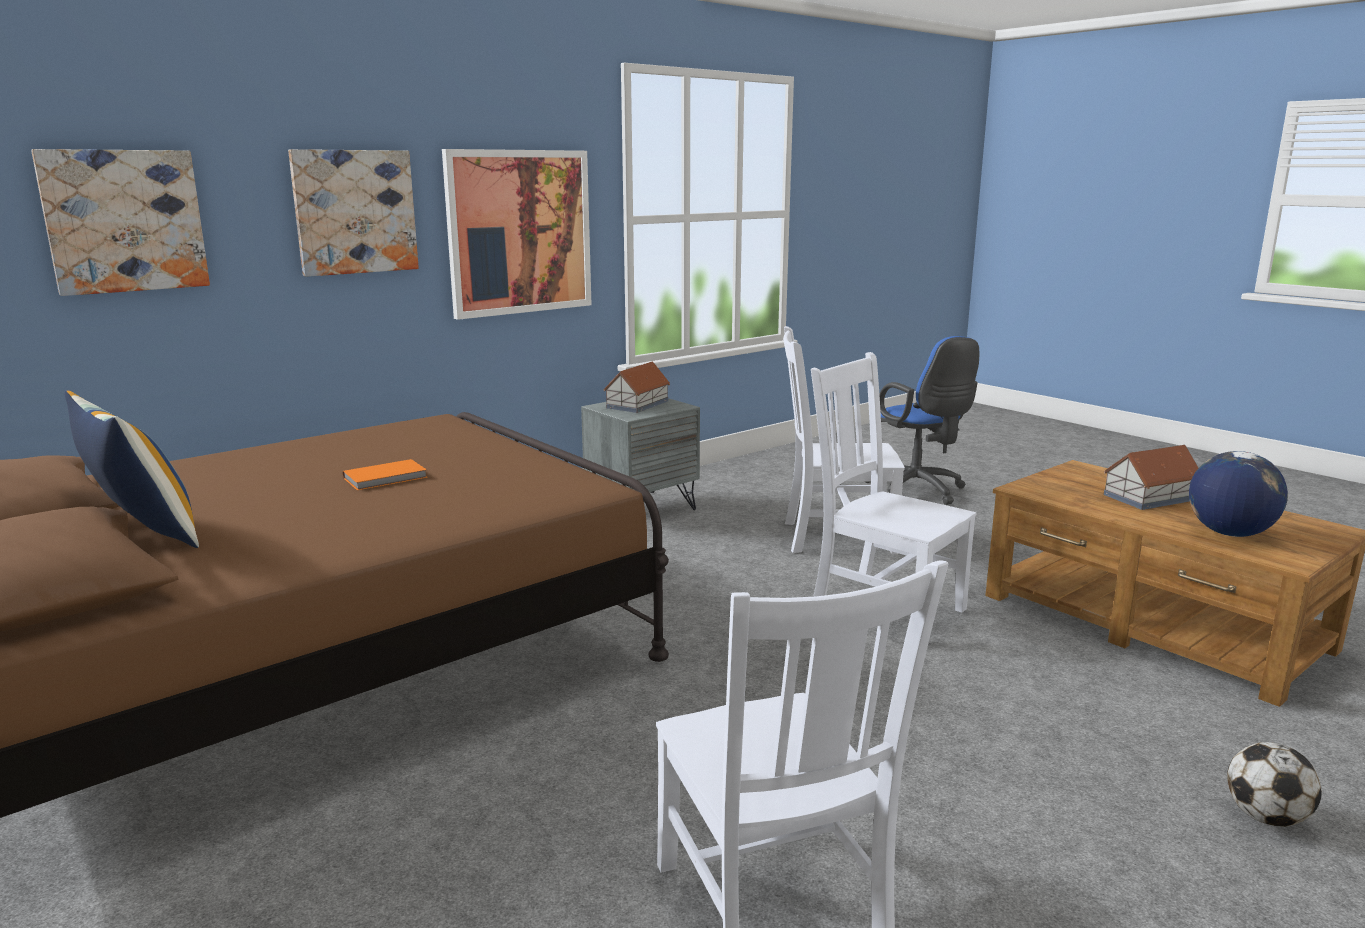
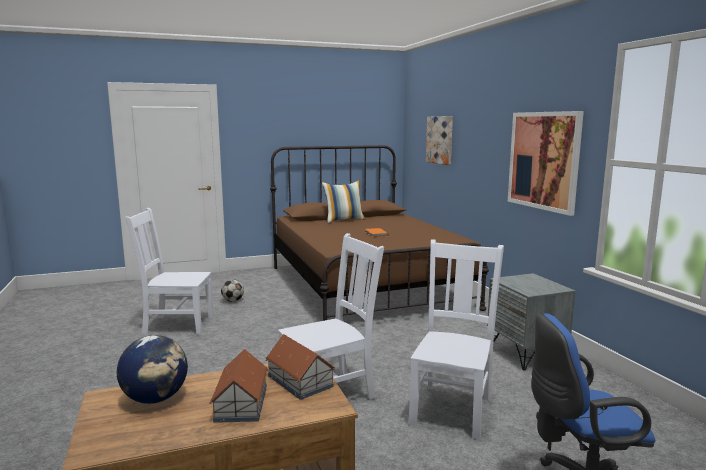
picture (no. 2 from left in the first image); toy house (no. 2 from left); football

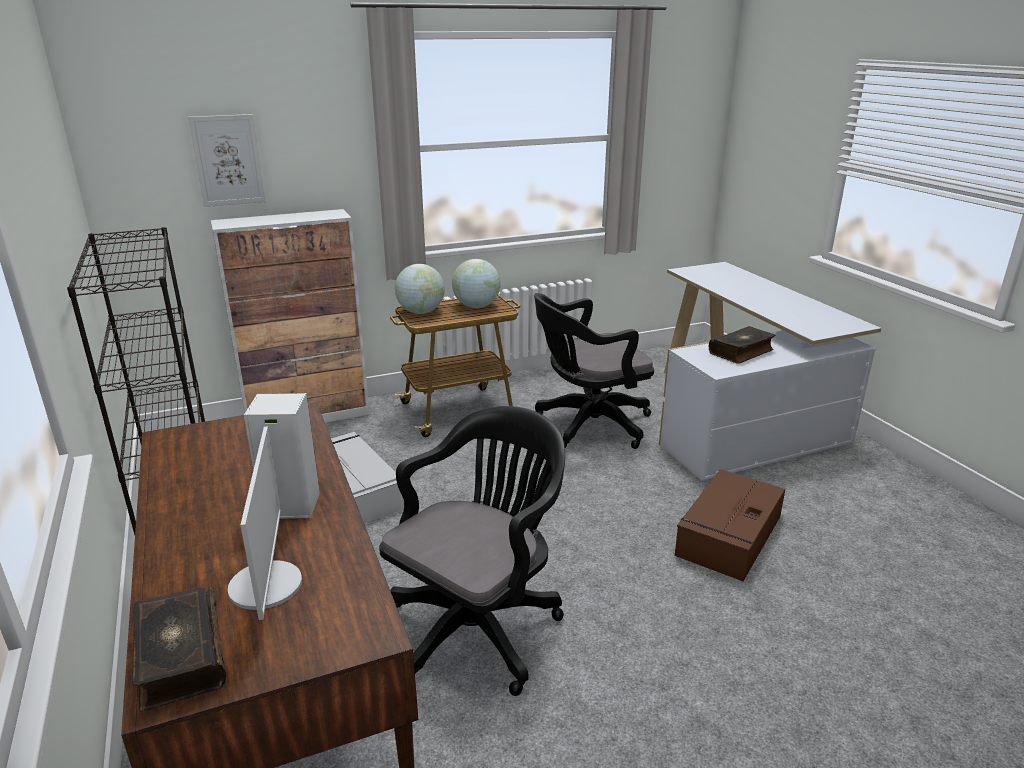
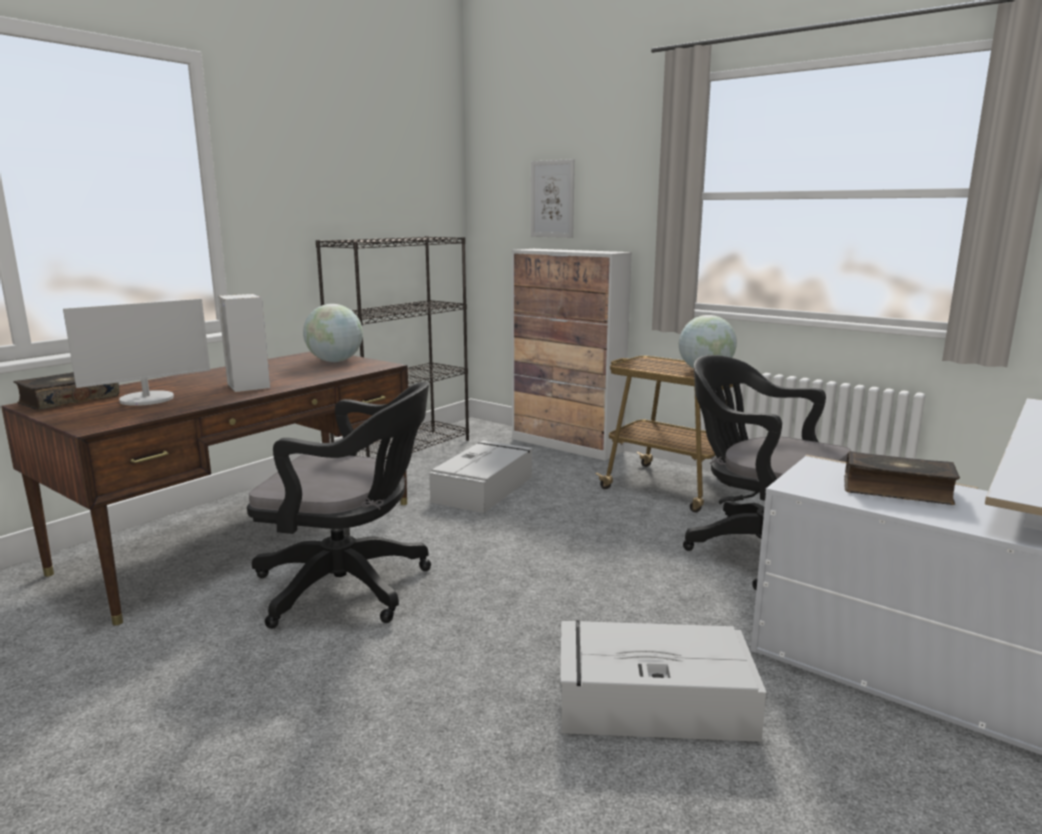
desk globe (no. 1 from left); storage box/gray (no. 2 from left)

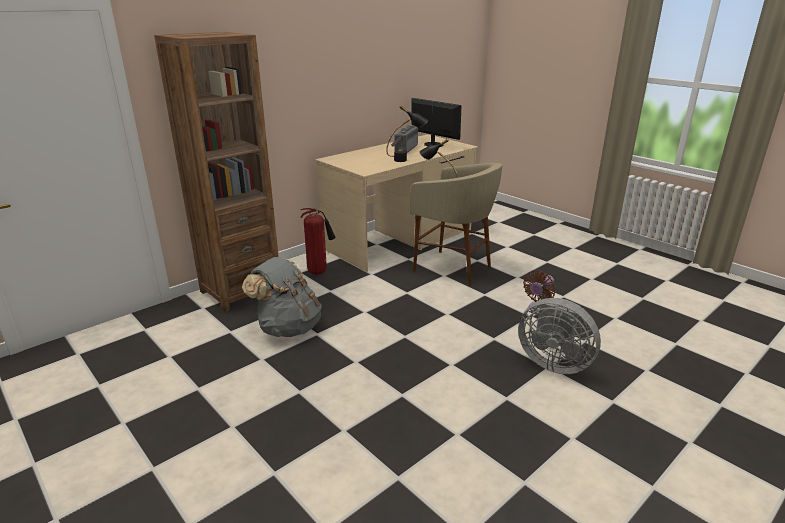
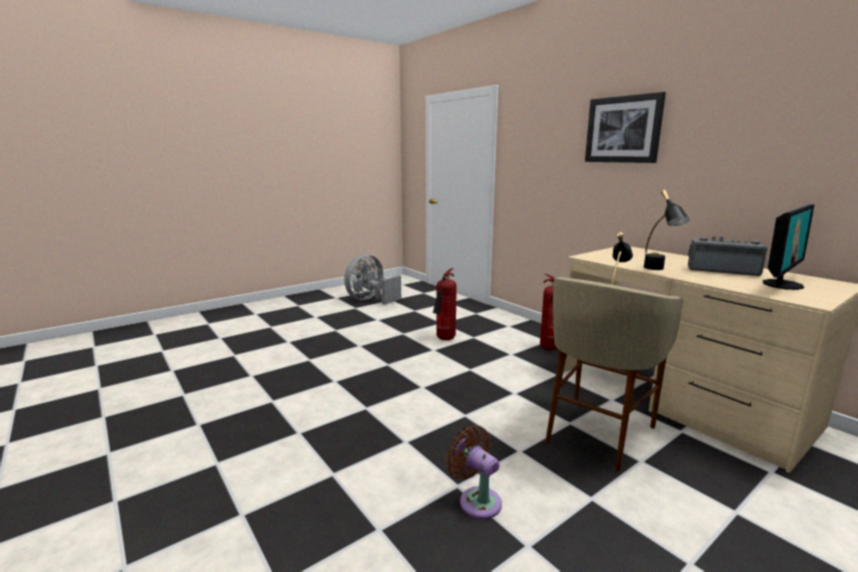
bookshelf/brownish; picture; electric fan/gray; fire-fighting cylinder (no. 1 from left)

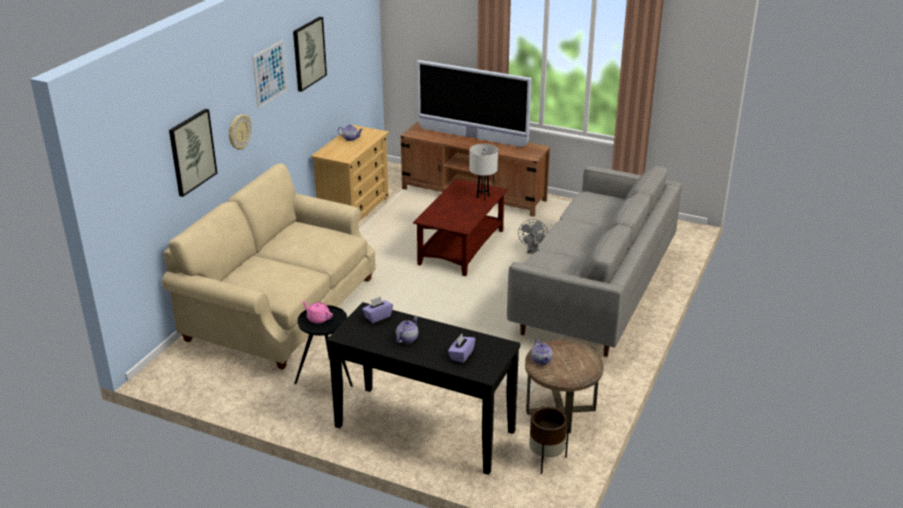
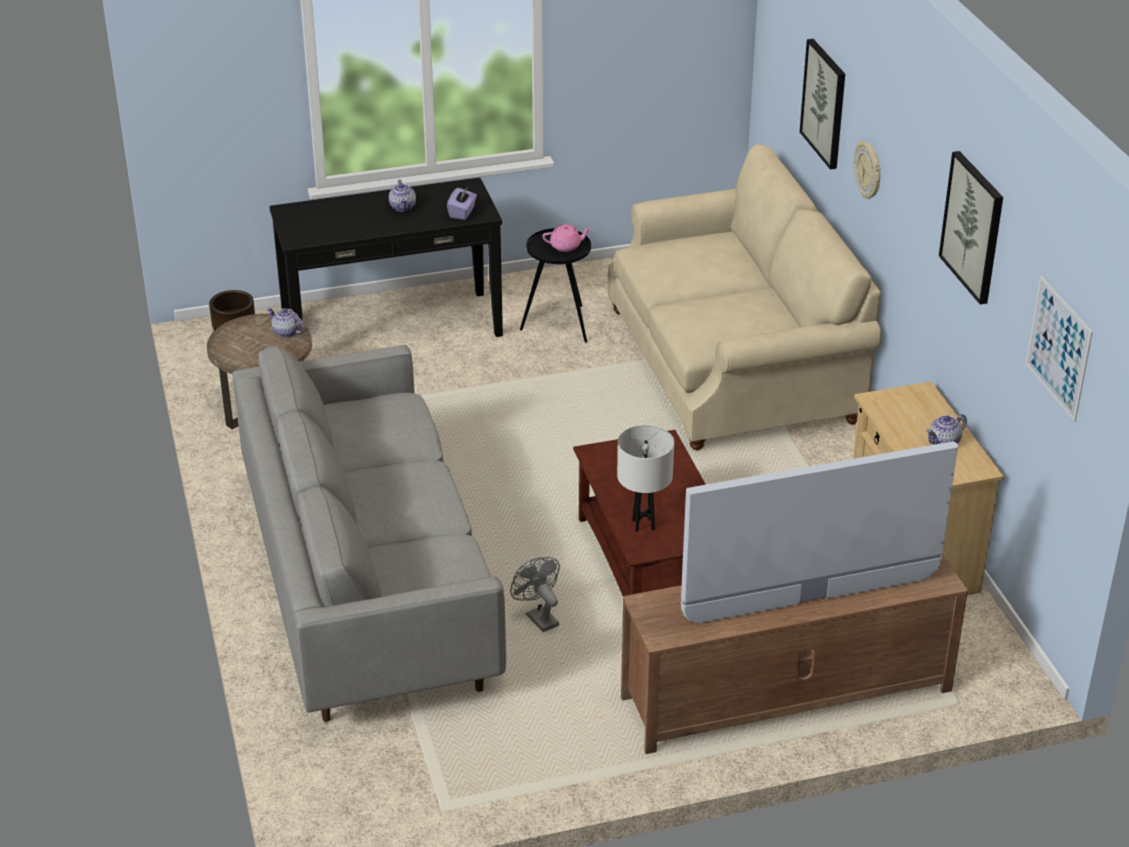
tissue holder/purple-coloured (no. 2 from left in the first image); picture (no. 3 from left)

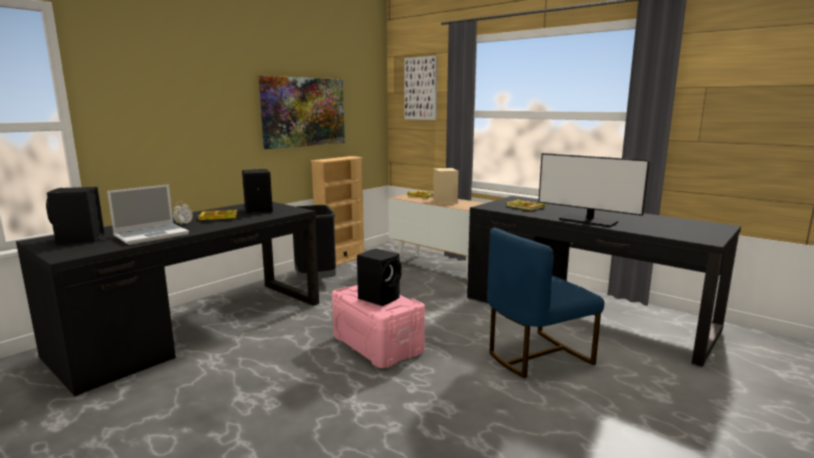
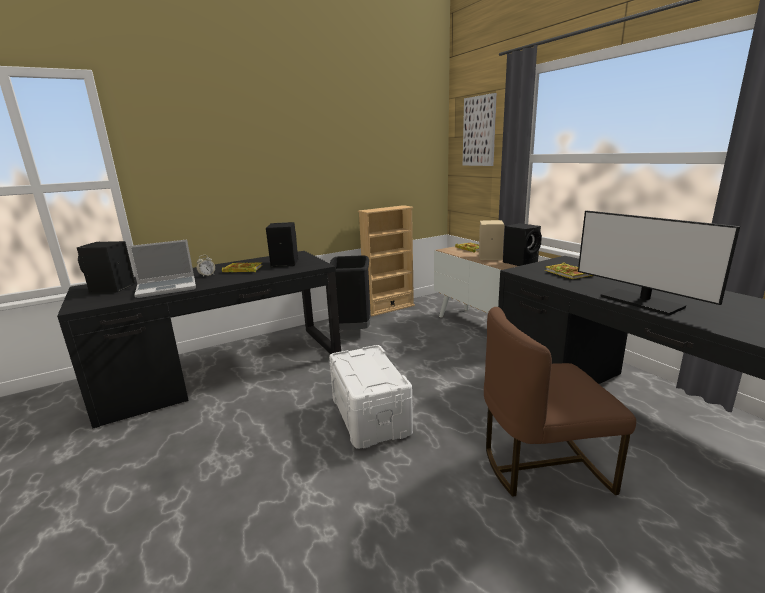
picture (no. 1 from left in the first image); loudspeaker/black (no. 3 from left); storage box/white-coloured; plain chair/brownish

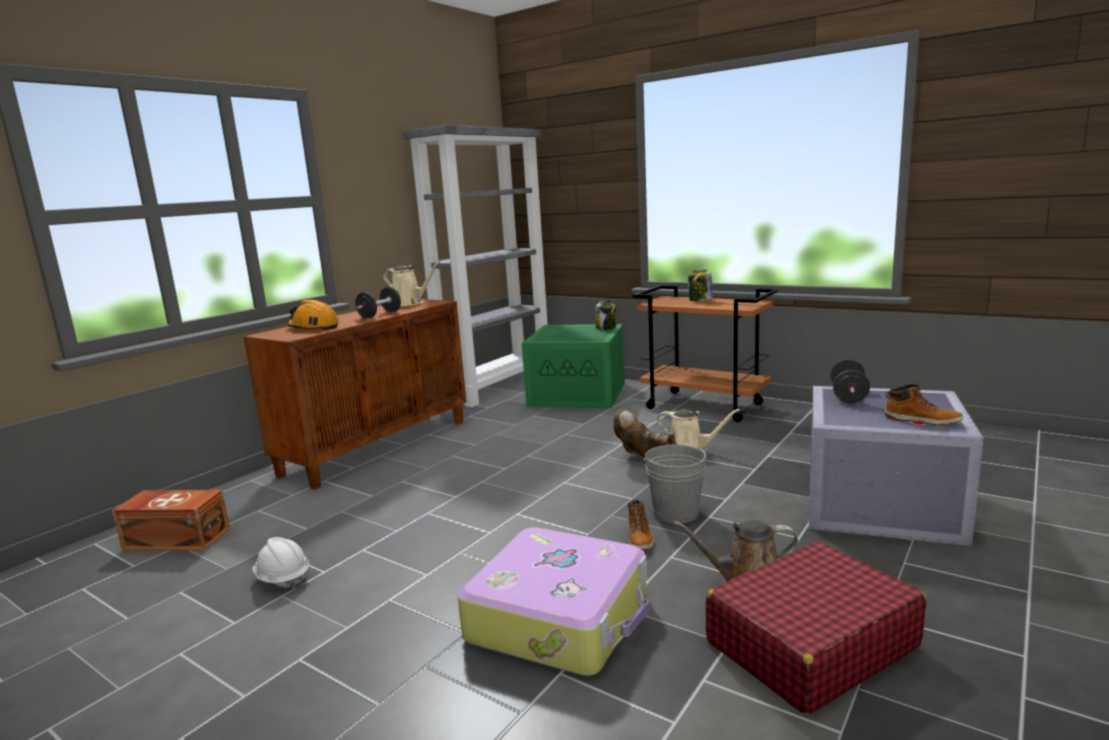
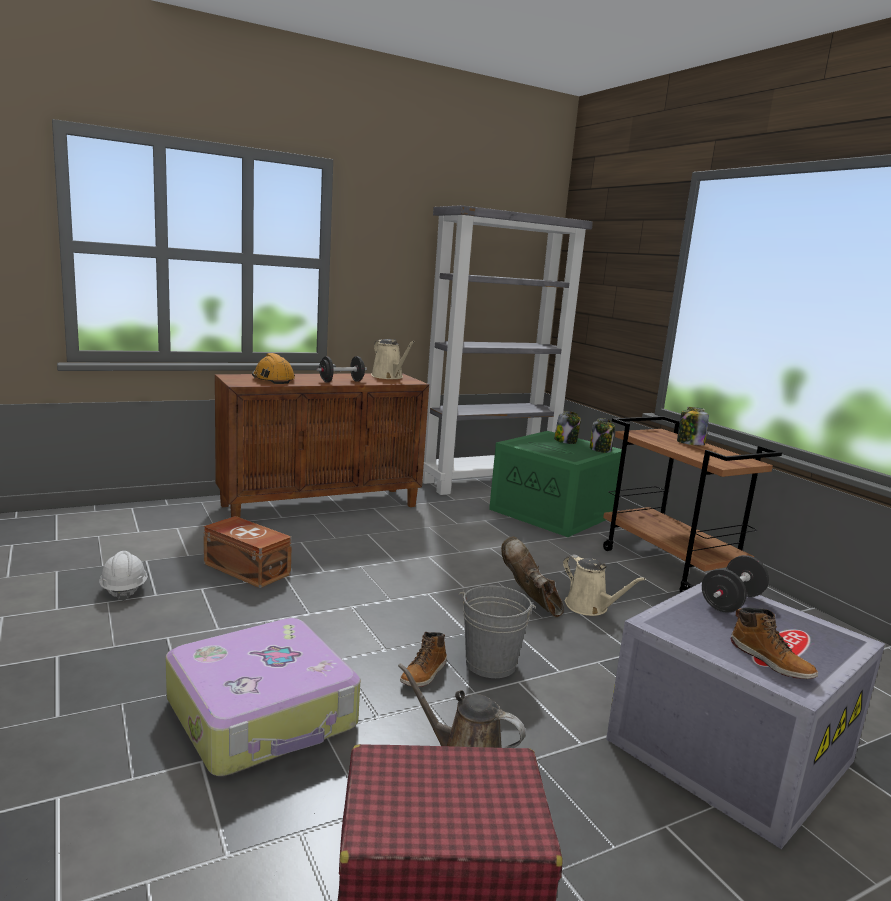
storage jar (no. 1 from left); storage box/brownish

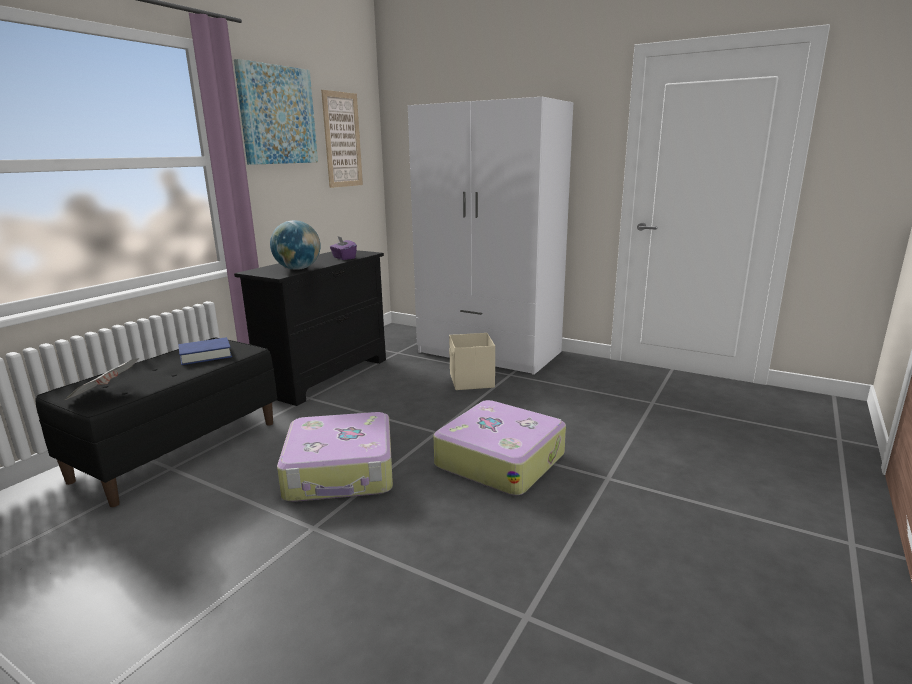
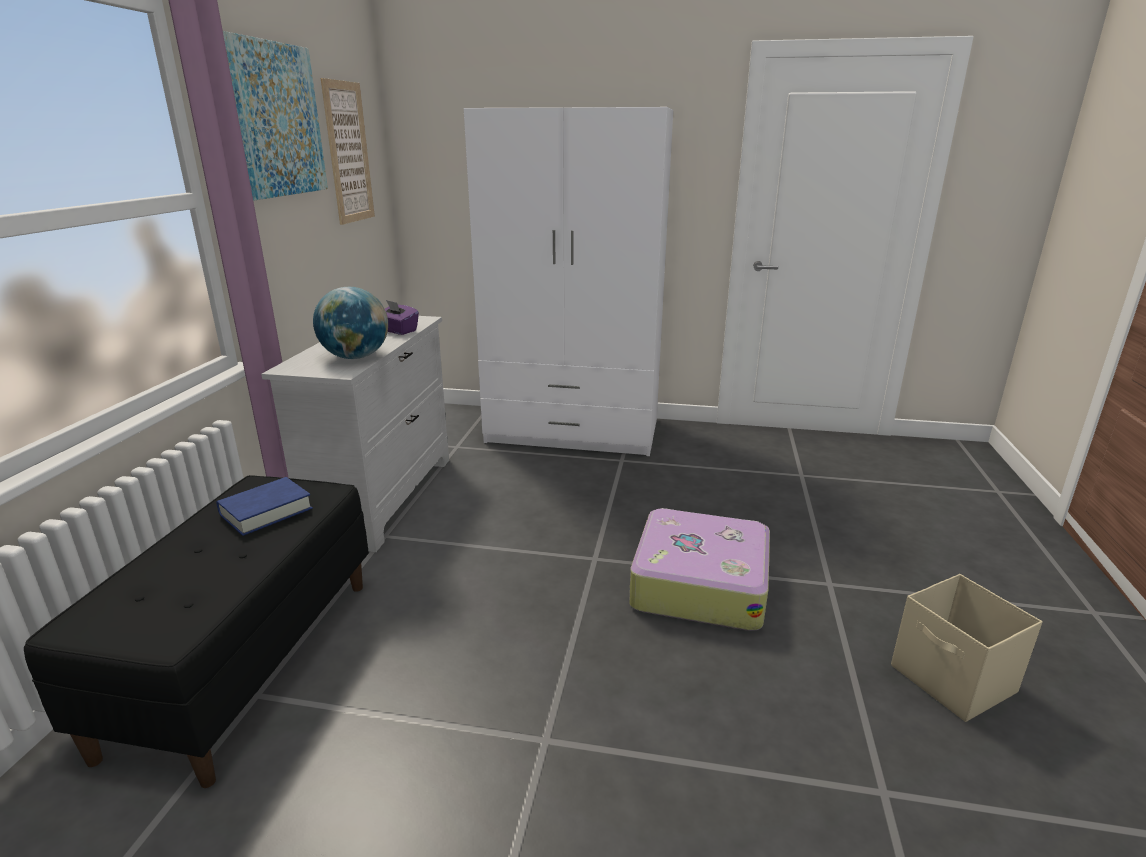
printed paper; piece of luggage (no. 1 from left in the first image); storage box/sand-coloured; chest of drawers/white-coloured

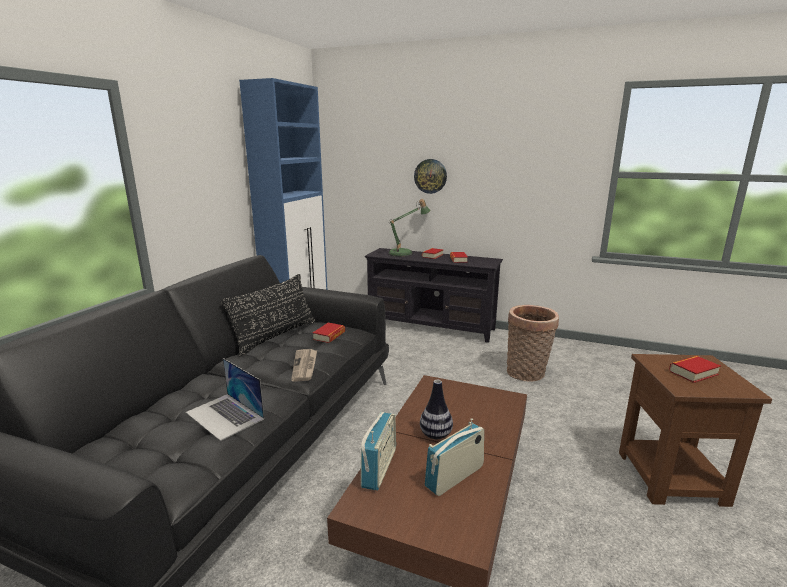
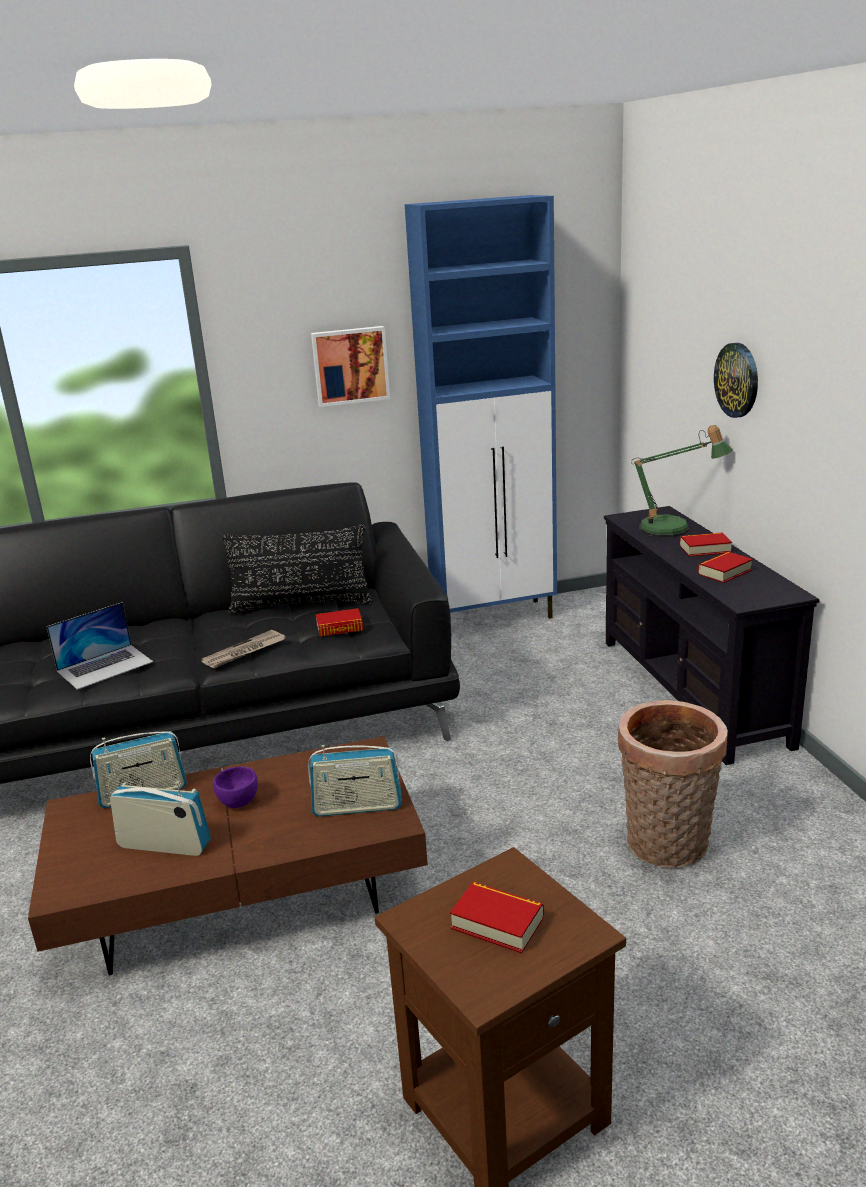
radio set (no. 3 from left); picture; bowl/purple-coloured; portable computer

